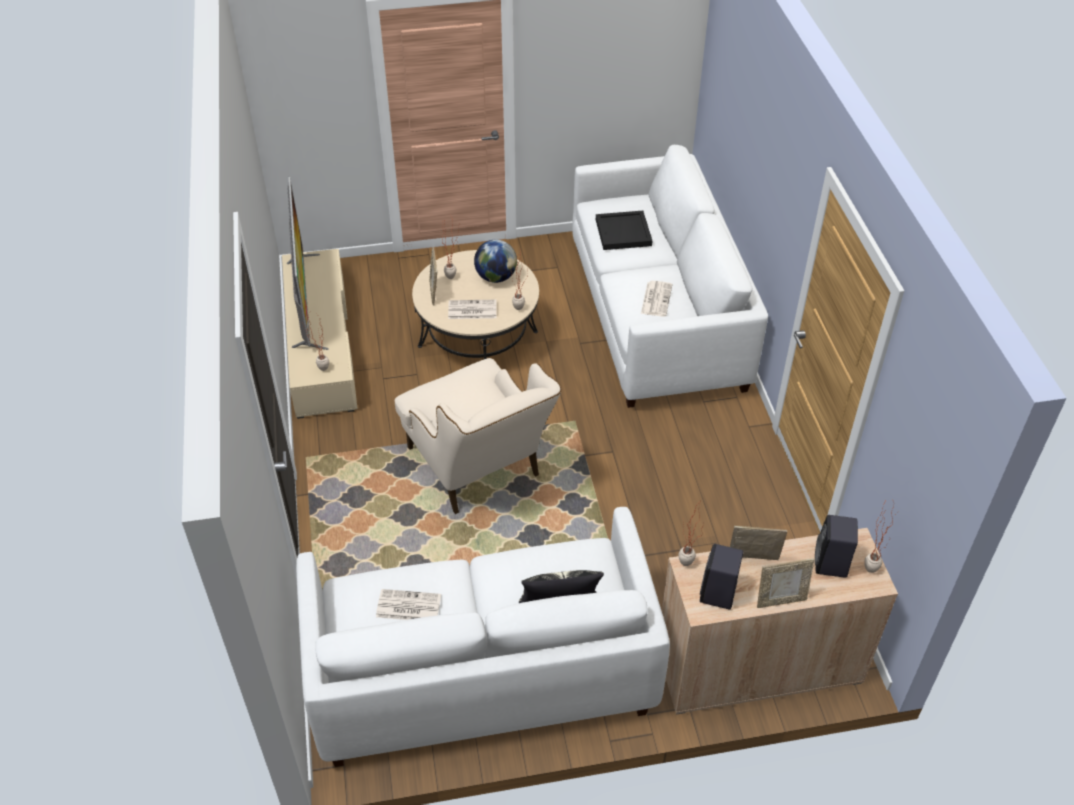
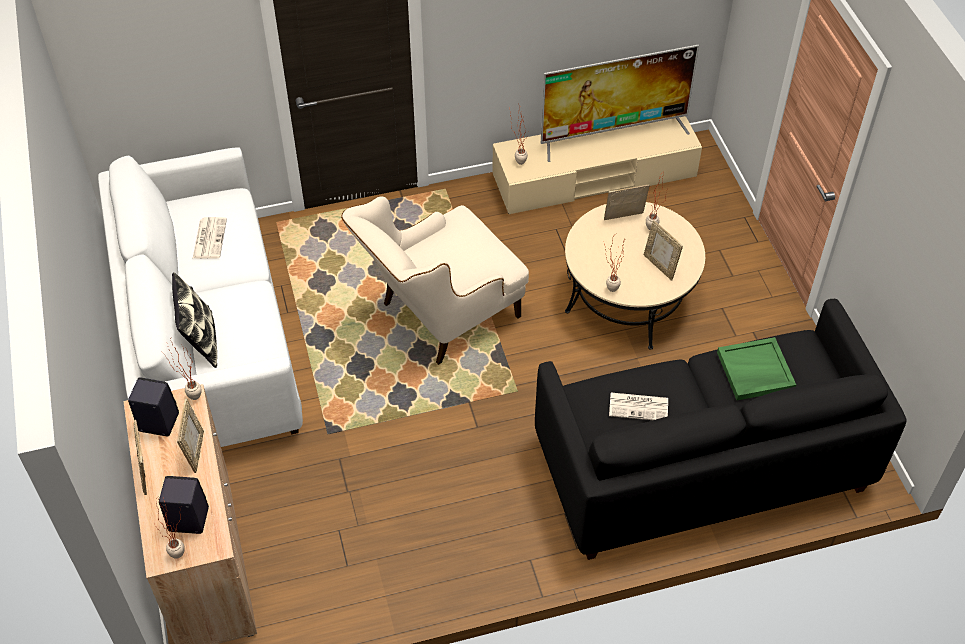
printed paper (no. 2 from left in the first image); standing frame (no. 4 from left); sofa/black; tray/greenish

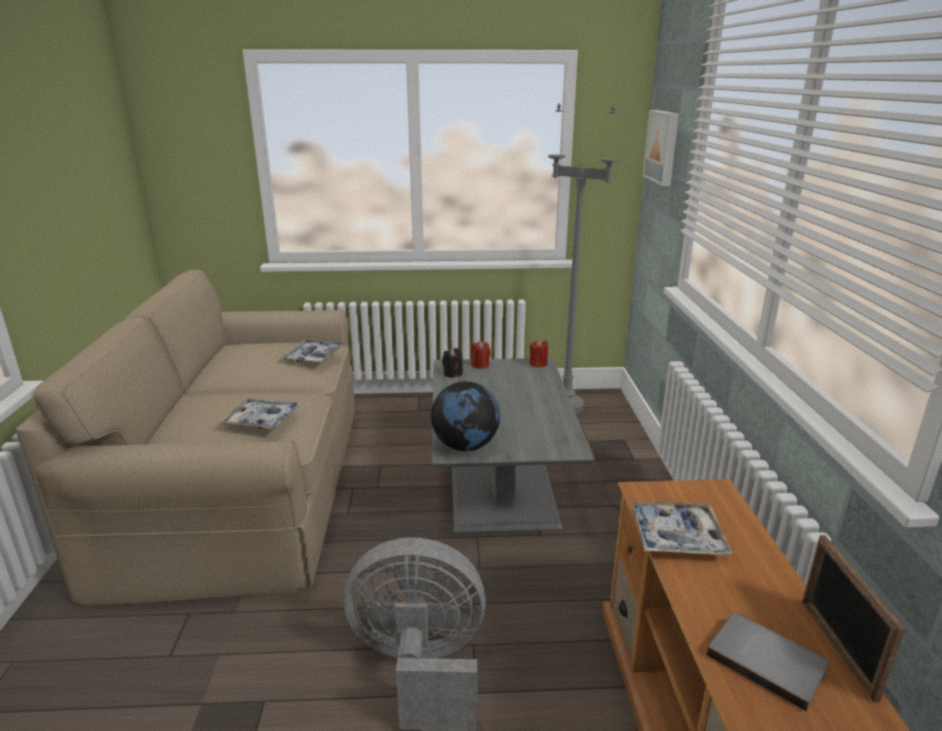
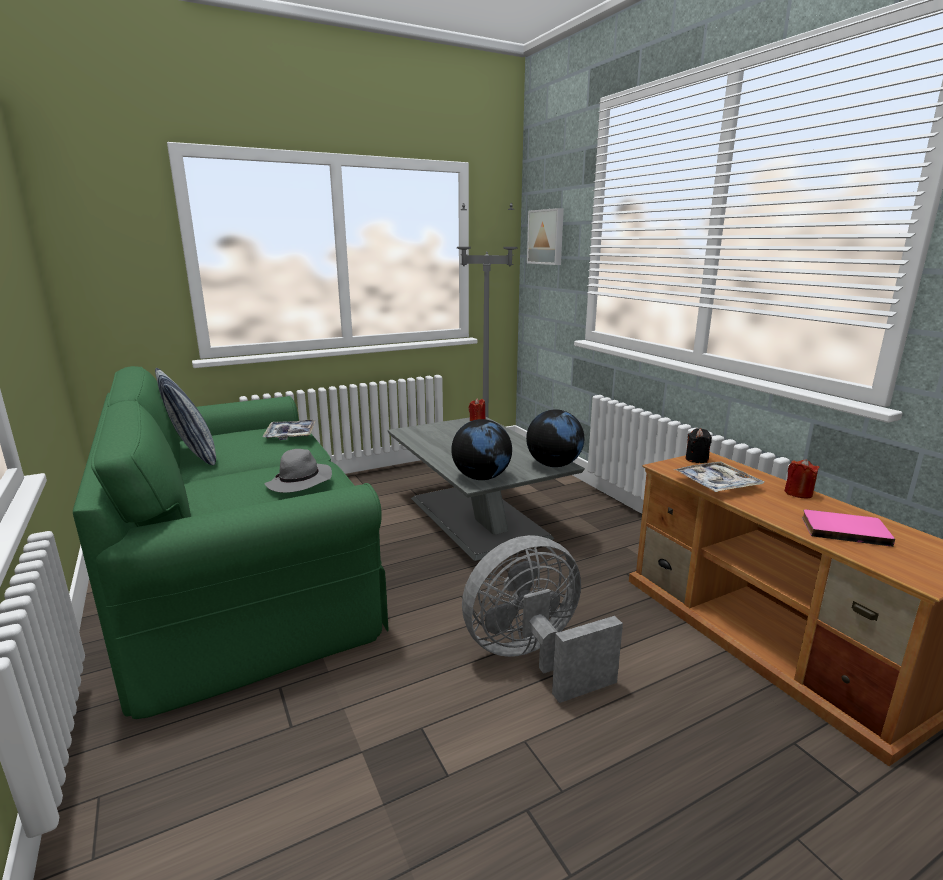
standing frame; throw pillow; desk globe (no. 2 from left); candle/black; candle/reddish (no. 2 from left); wearable hat/gray; sofa/greenish; volume/pink-coloured

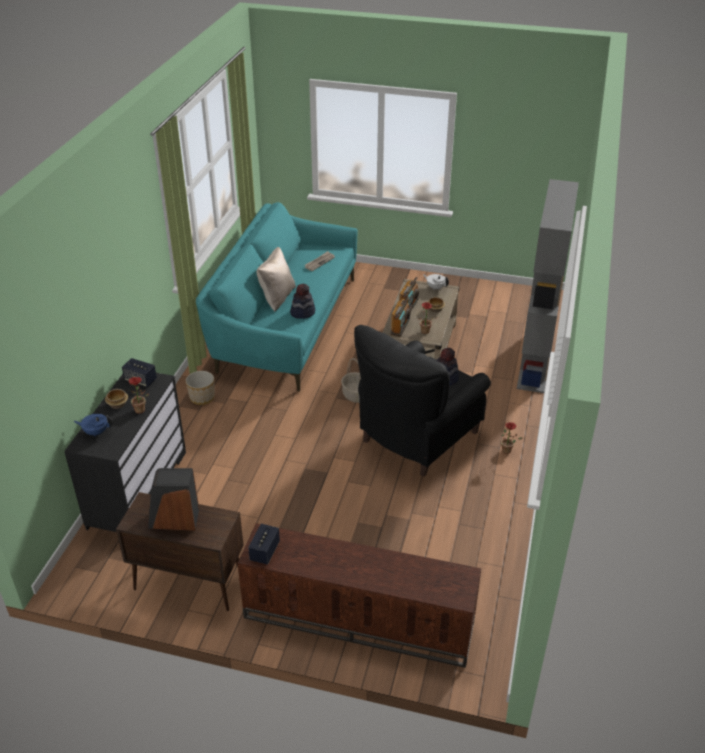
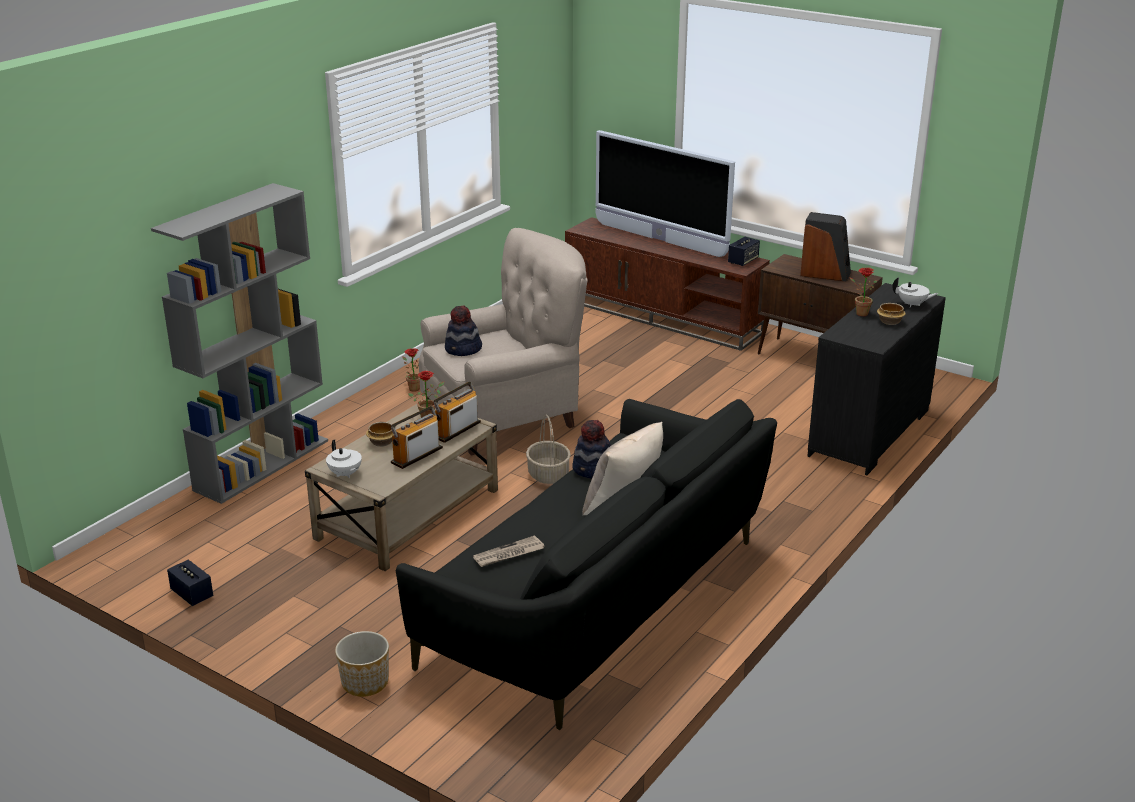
TV; loudspeaker (no. 1 from left); plant pot; teapot/white-coloured (no. 2 from left); sofa/black; lounge chair/sand-coloured

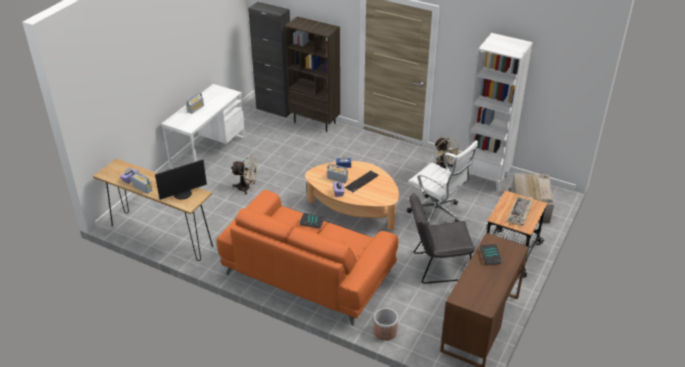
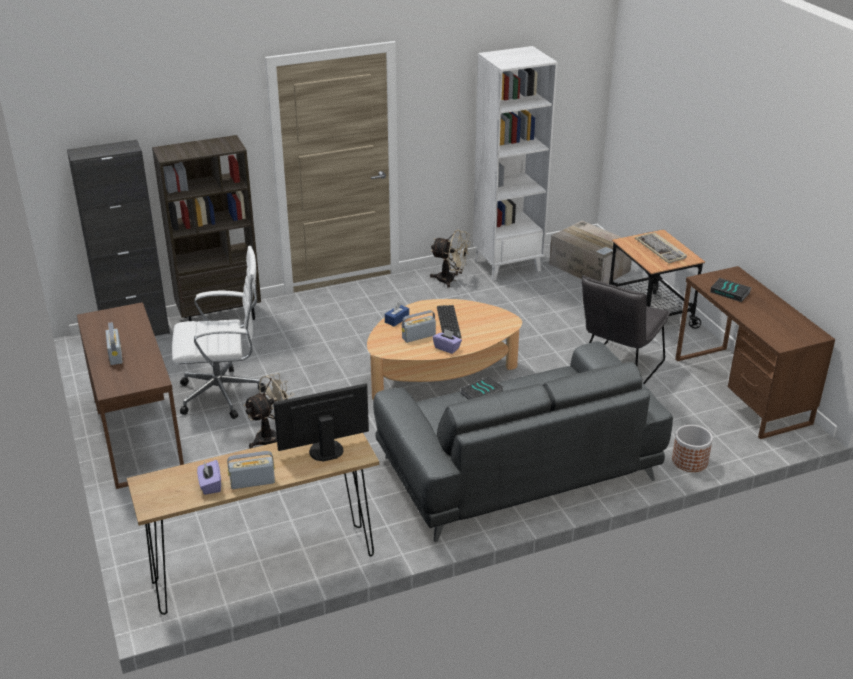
computer chair/white-coloured; desk unit/brownish (no. 1 from left); sofa/gray; computer screen

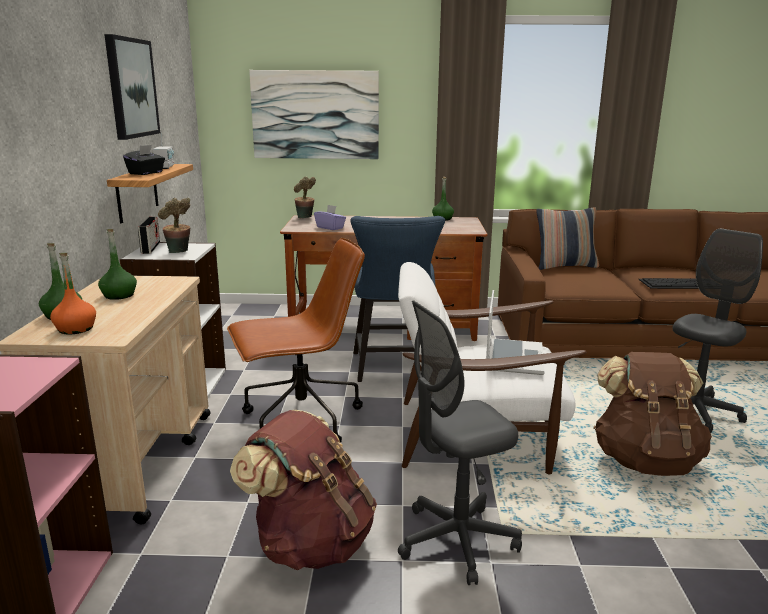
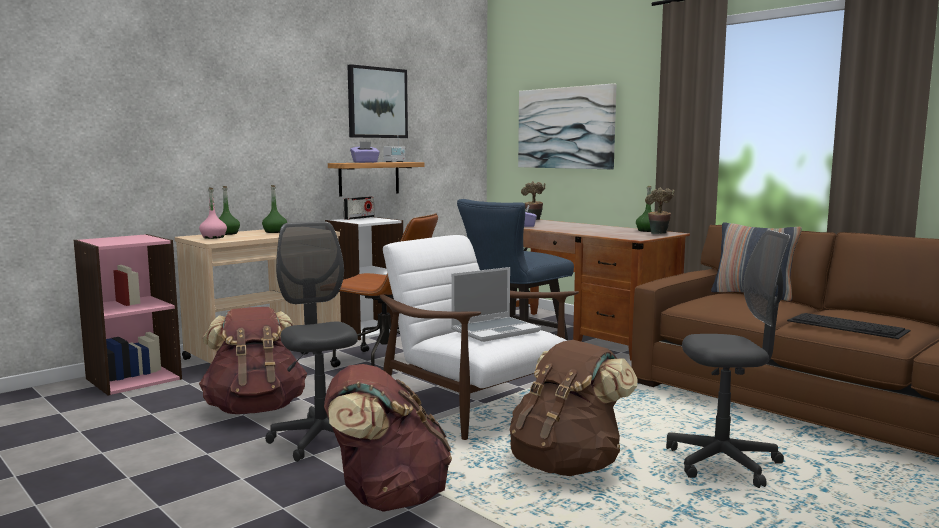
rucksack/brownish (no. 2 from left); potted plant (no. 2 from left); drink bottle/pink-coloured; tissue holder/purple-coloured (no. 1 from left); computer chair/gray (no. 1 from left)

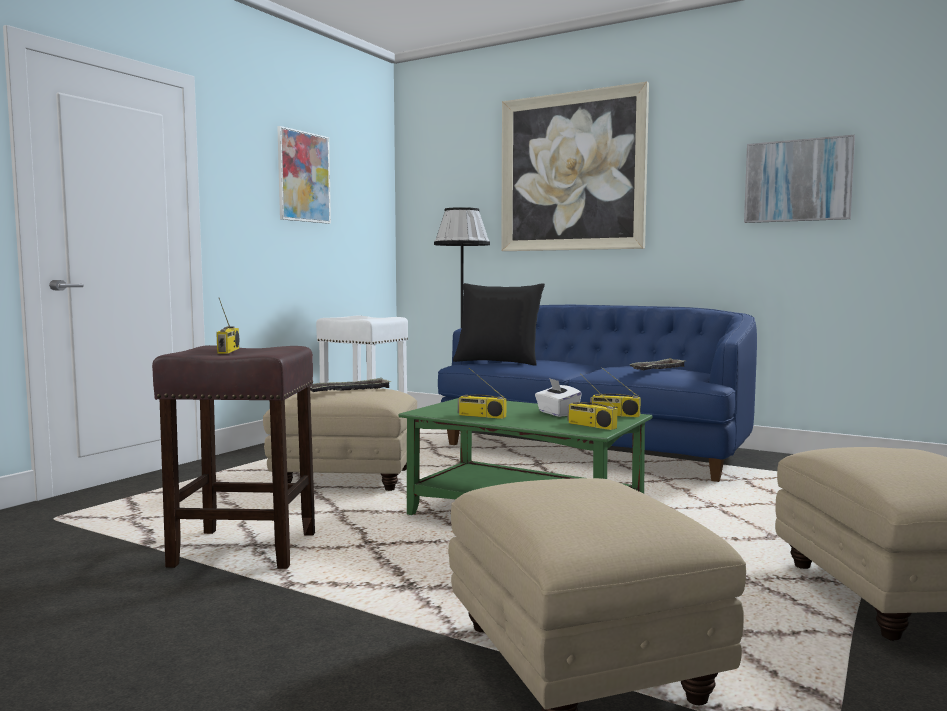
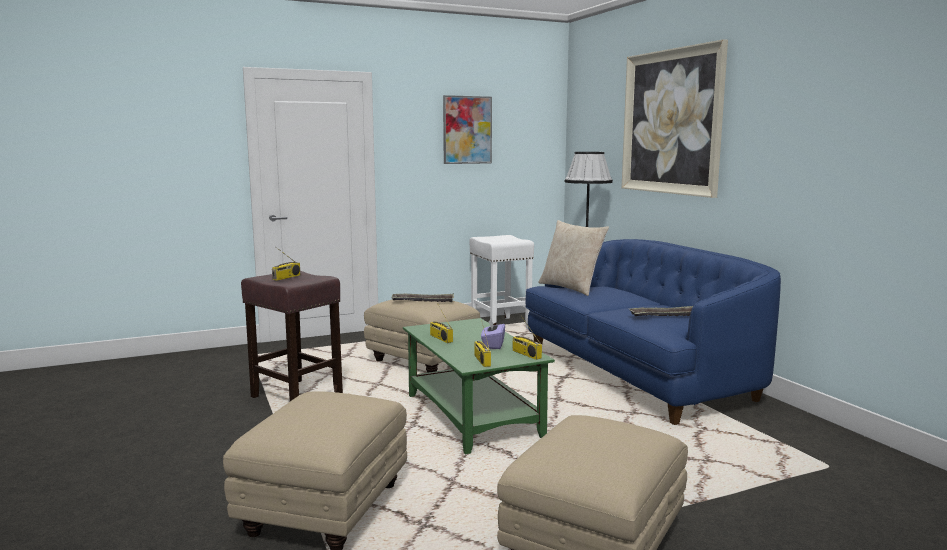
picture (no. 3 from left in the first image); throw pillow/sand-coloured; tissue holder/purple-coloured

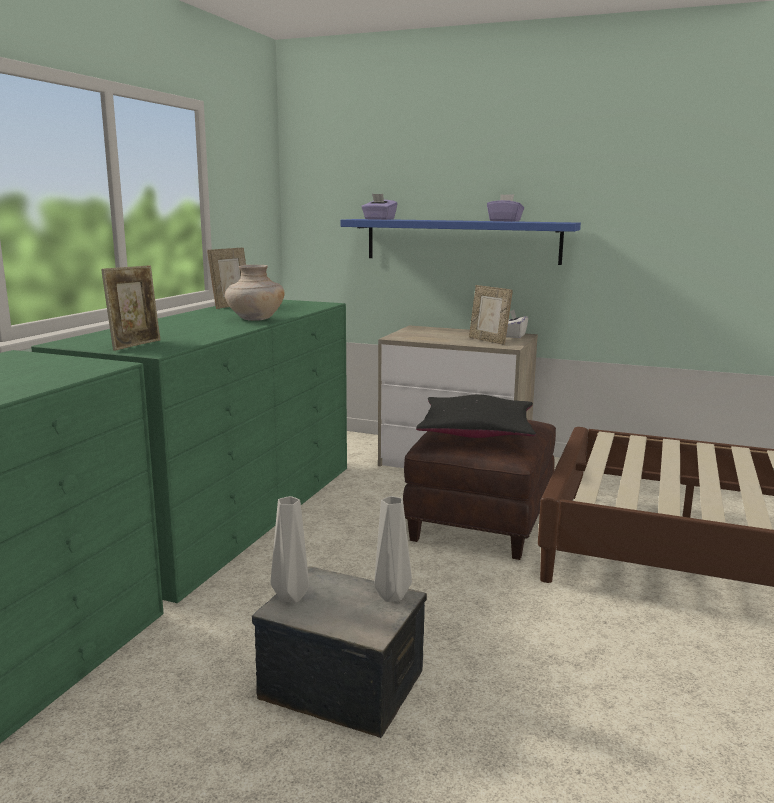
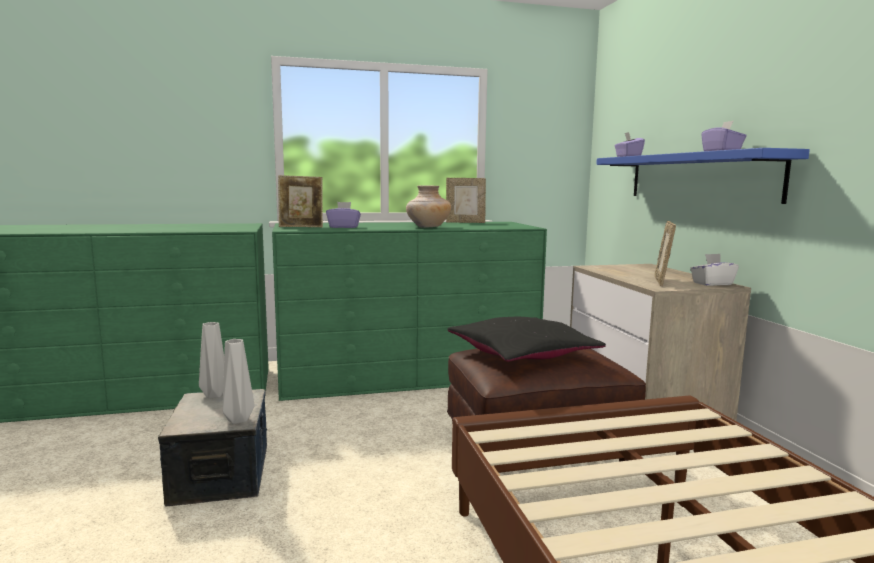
tissue holder/purple-coloured (no. 1 from left)

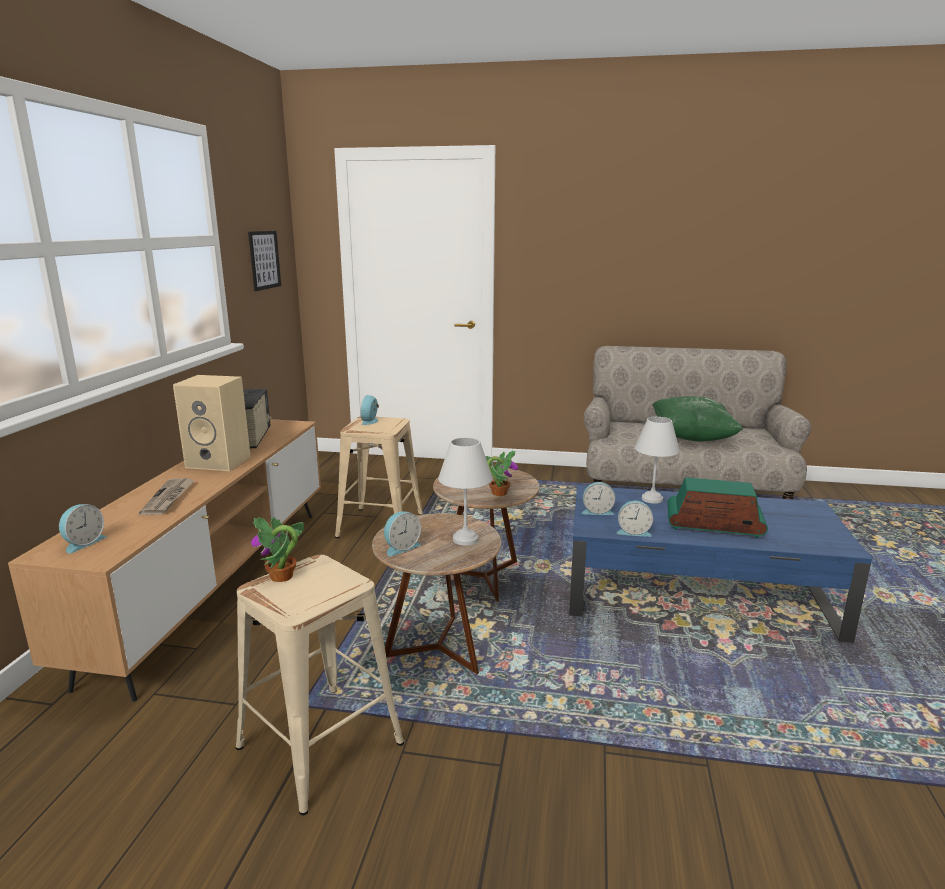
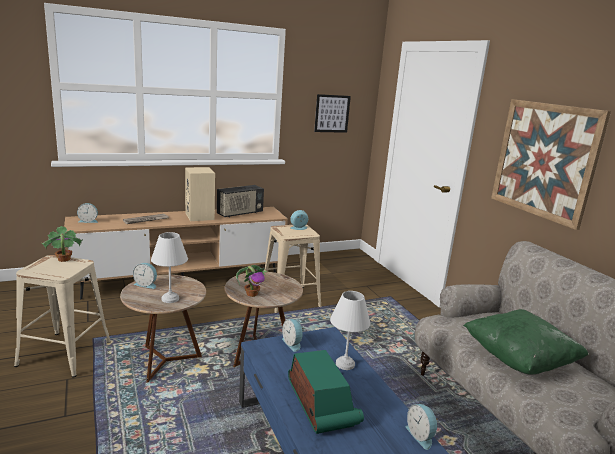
picture (no. 2 from left); bedside clock (no. 5 from left)

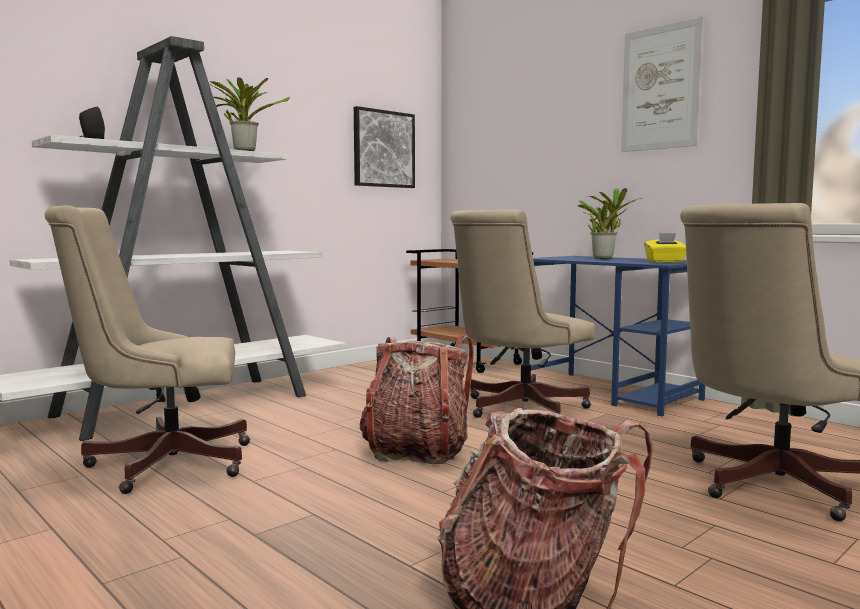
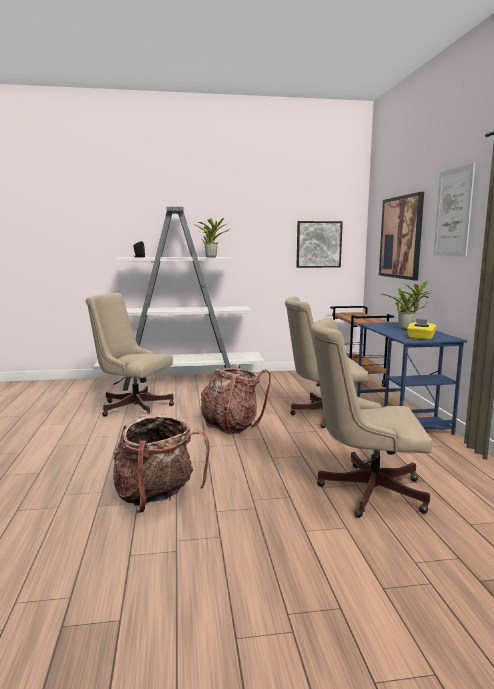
picture (no. 2 from left)

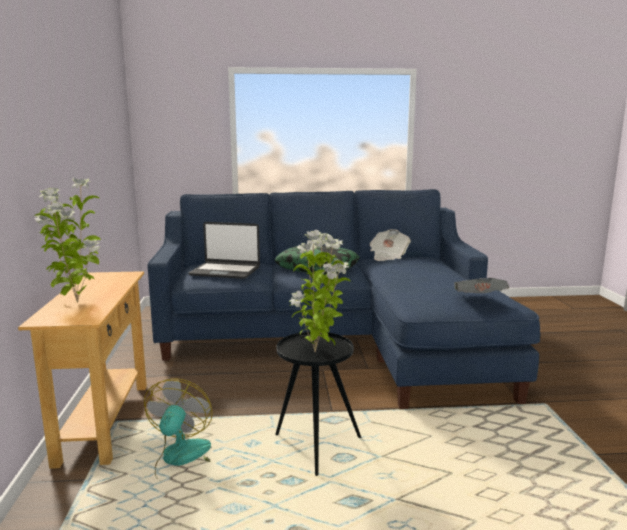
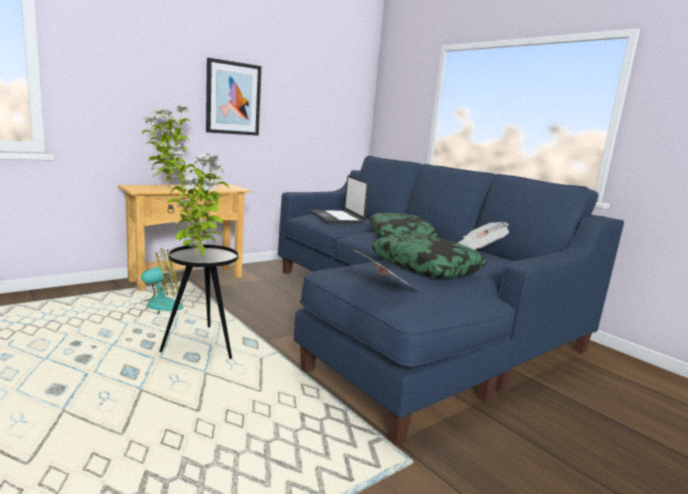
picture; throw pillow (no. 2 from left)

